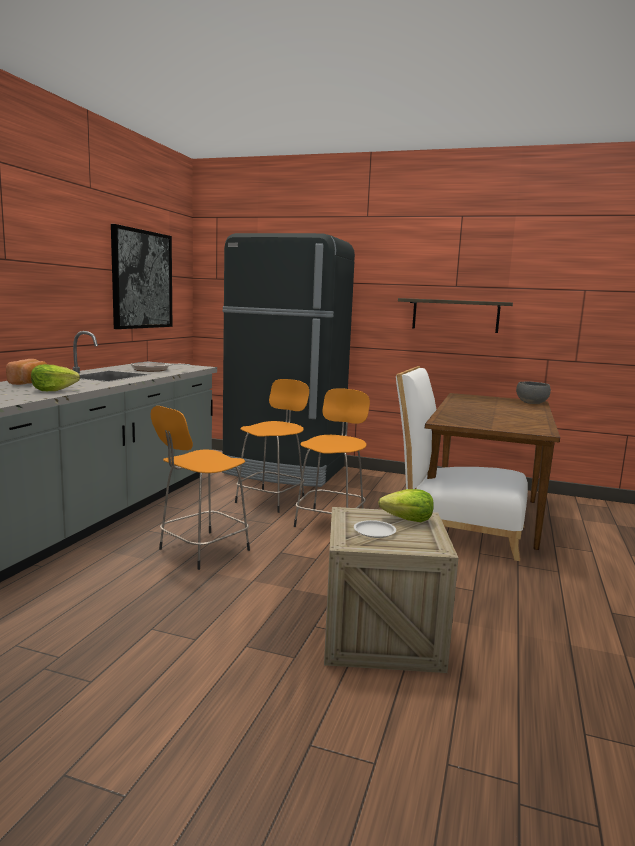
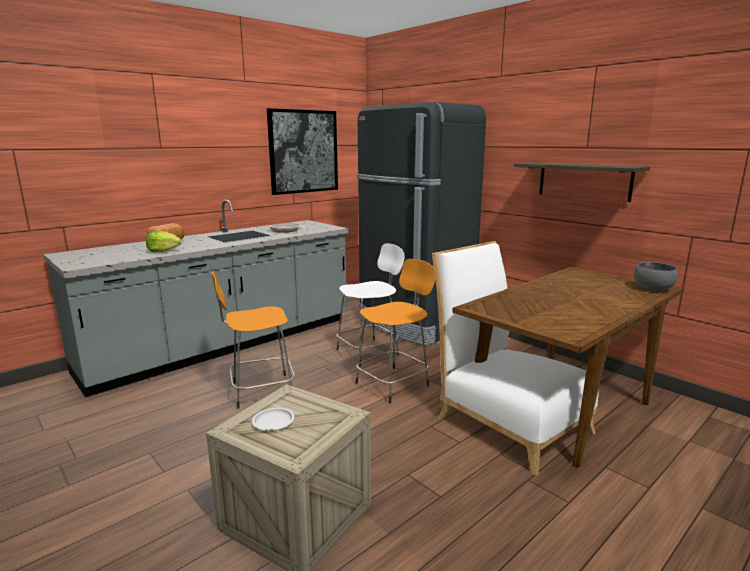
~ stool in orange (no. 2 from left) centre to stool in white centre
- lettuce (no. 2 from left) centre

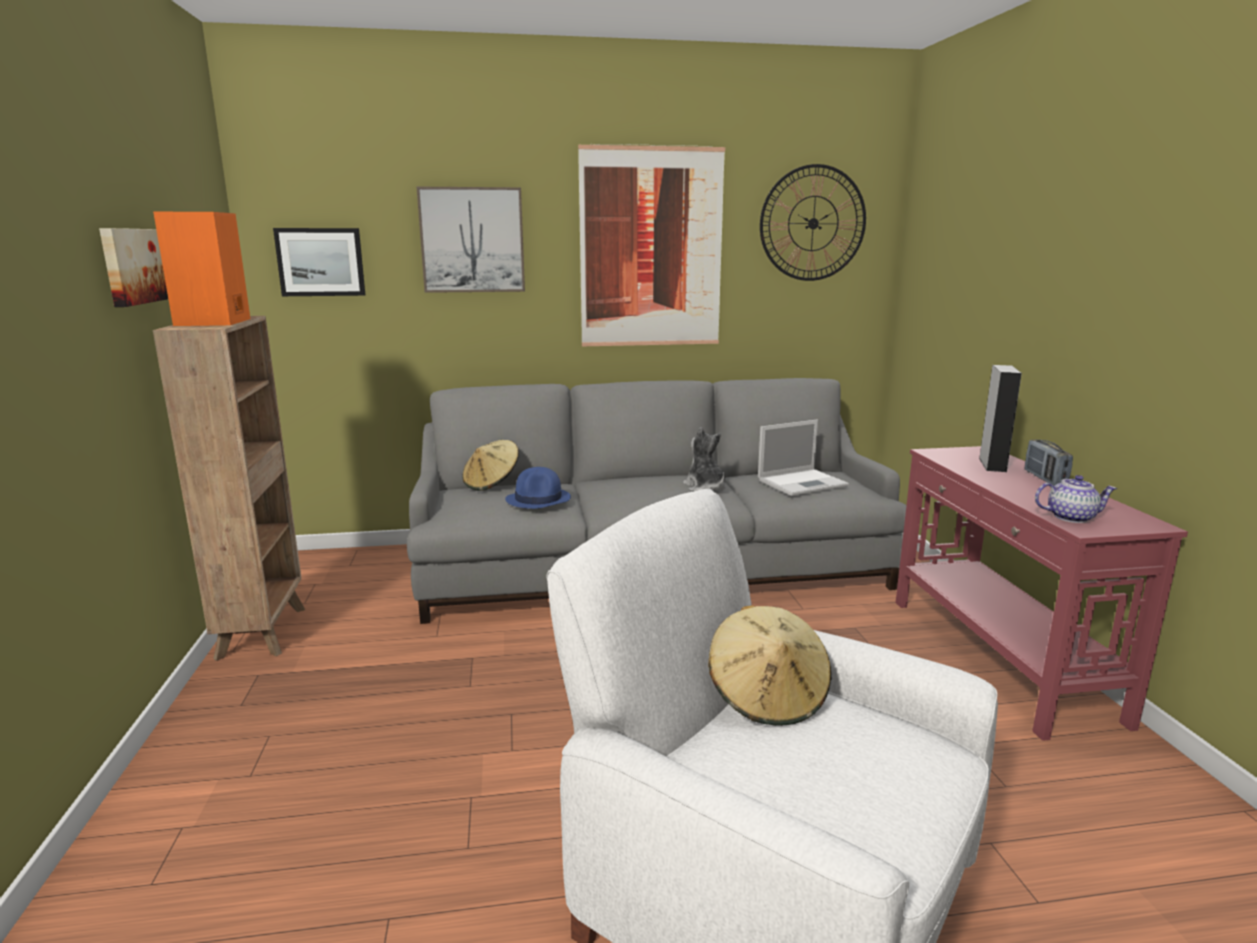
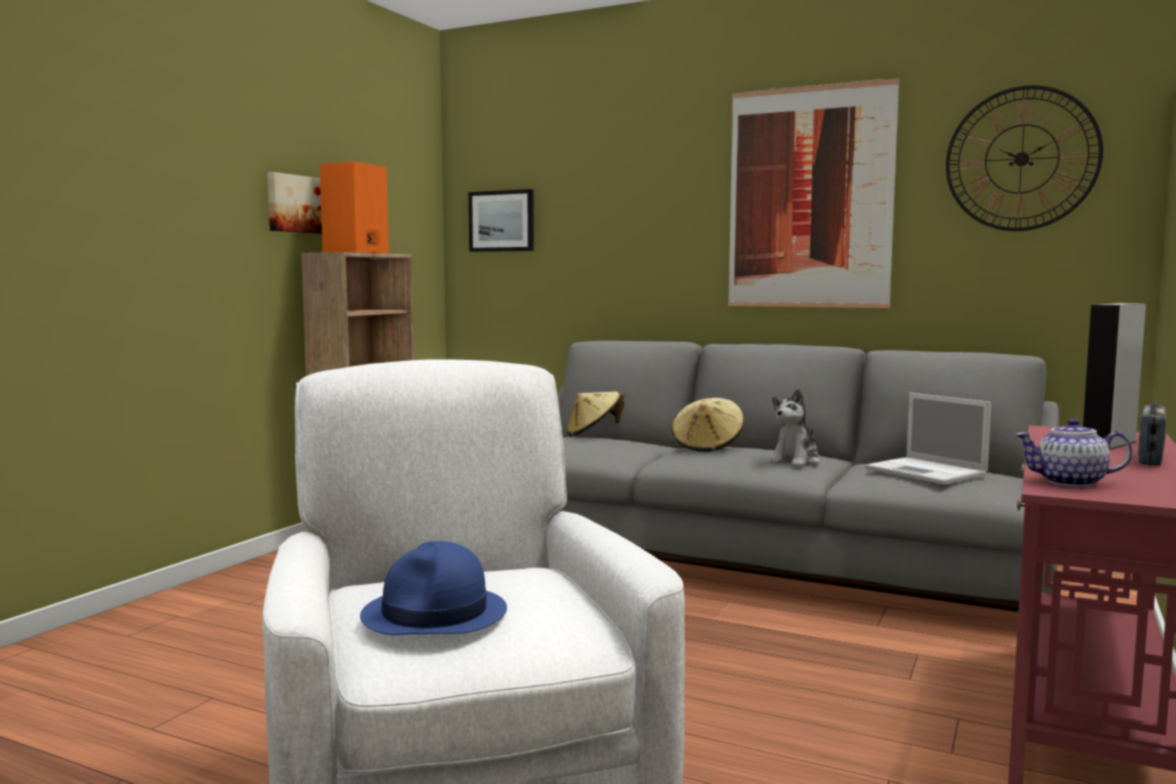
~ hat in blue centre to bottom centre
~ hat in beige (no. 2 from left) bottom centre to centre
~ plush toy centre = middle right 150 degrees counterclockwise
~ laptop centre = middle right 45 degrees clockwise
~ teapot middle right = middle right 150 degrees clockwise
- picture (no. 3 from left) top centre

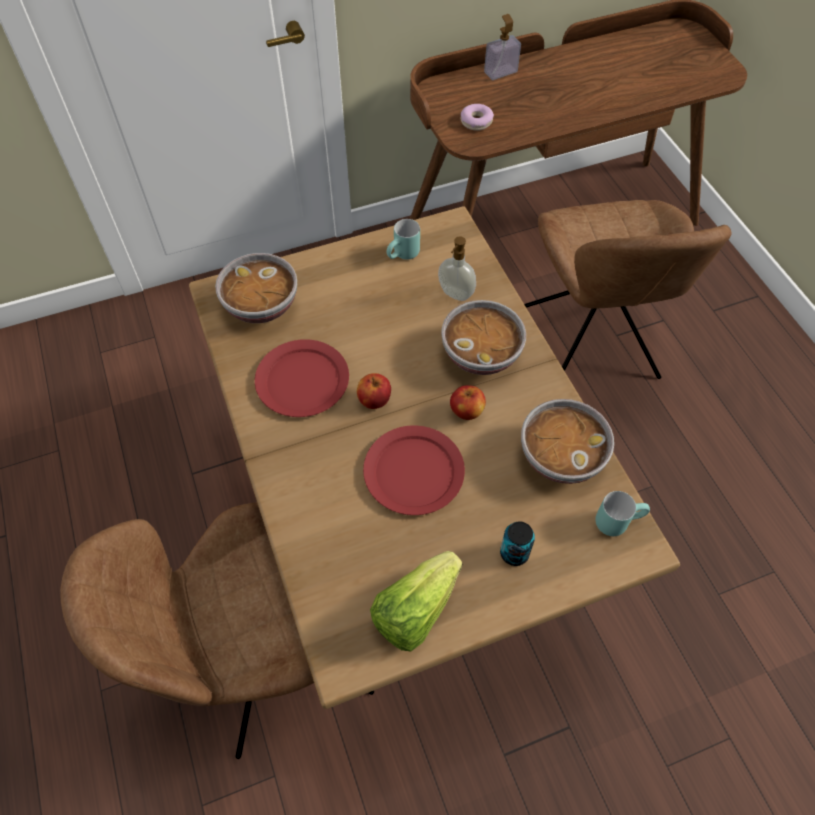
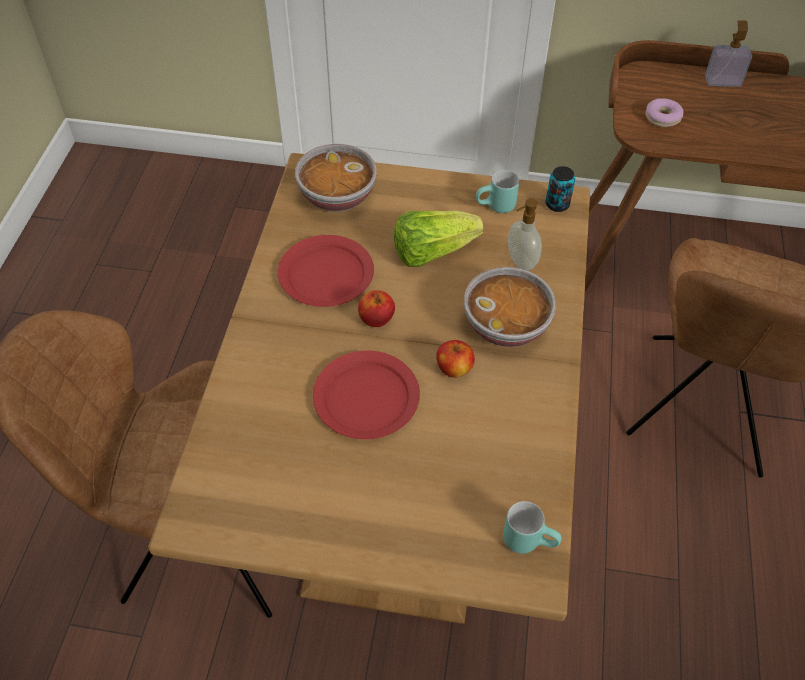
~ lettuce bottom centre to centre
~ can centre to top right
- bowl (no. 3 from left) middle right

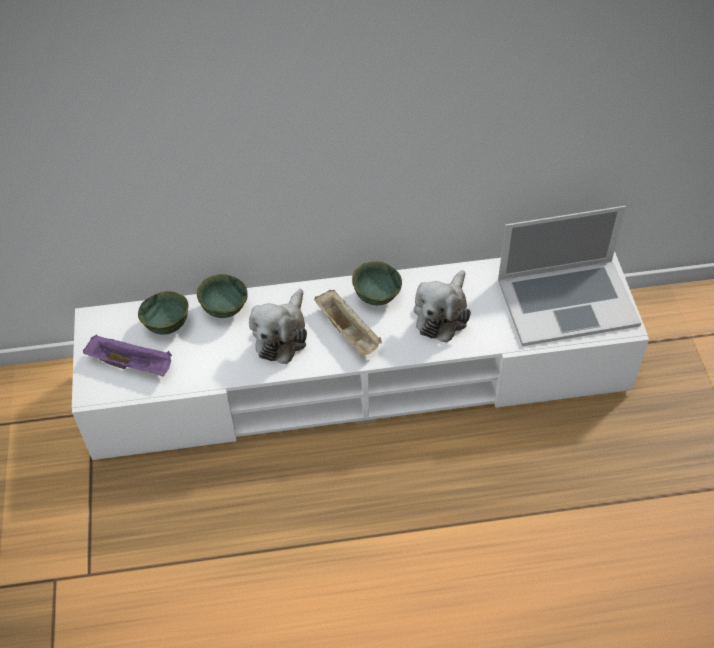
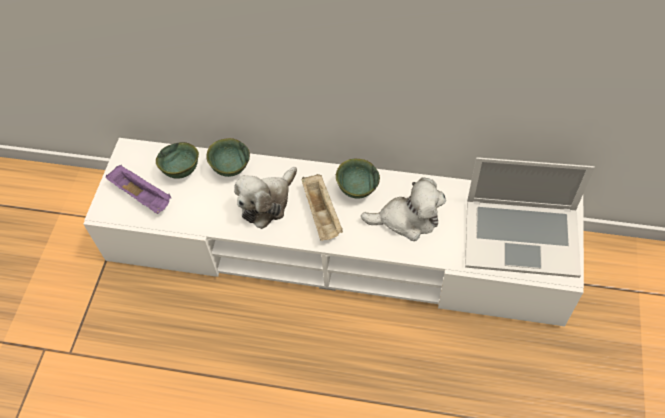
~ plush toy (no. 2 from left) centre = centre 135 degrees counterclockwise

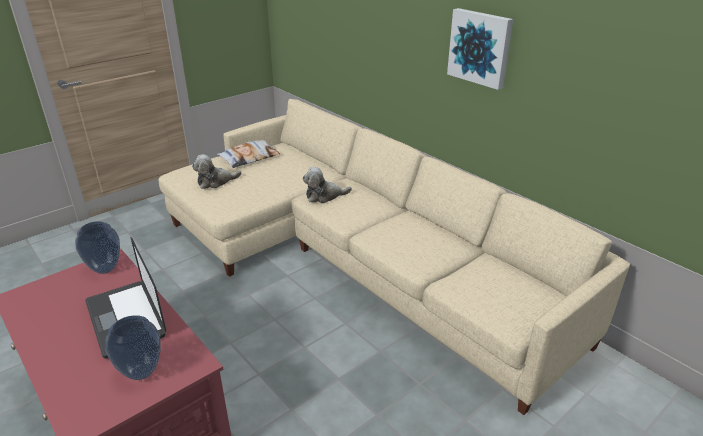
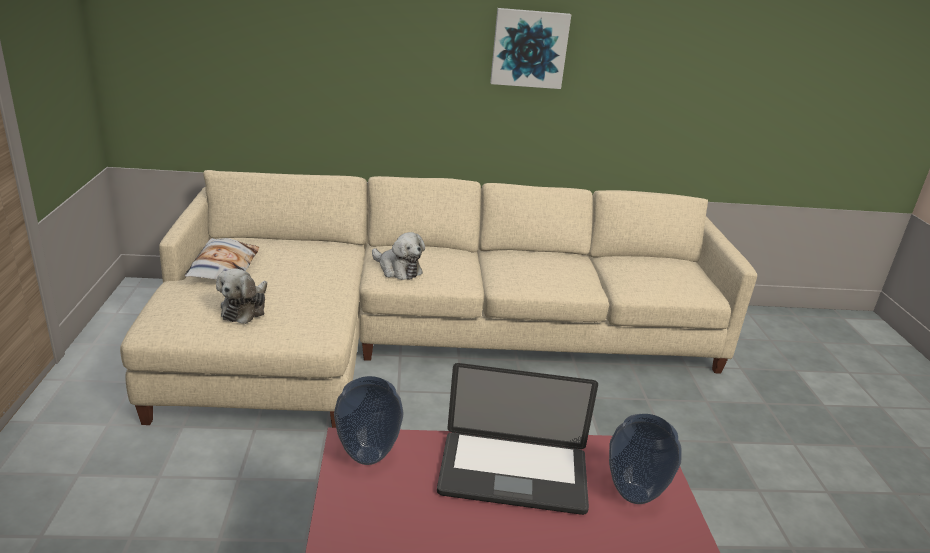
~ plush toy (no. 2 from left) centre = centre 75 degrees counterclockwise

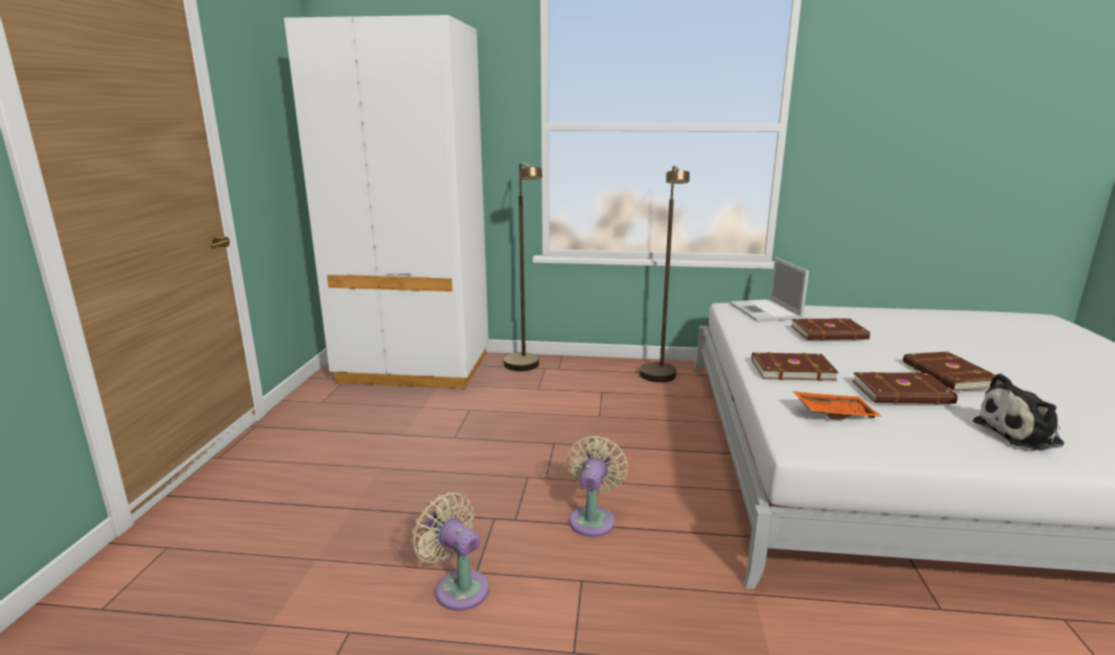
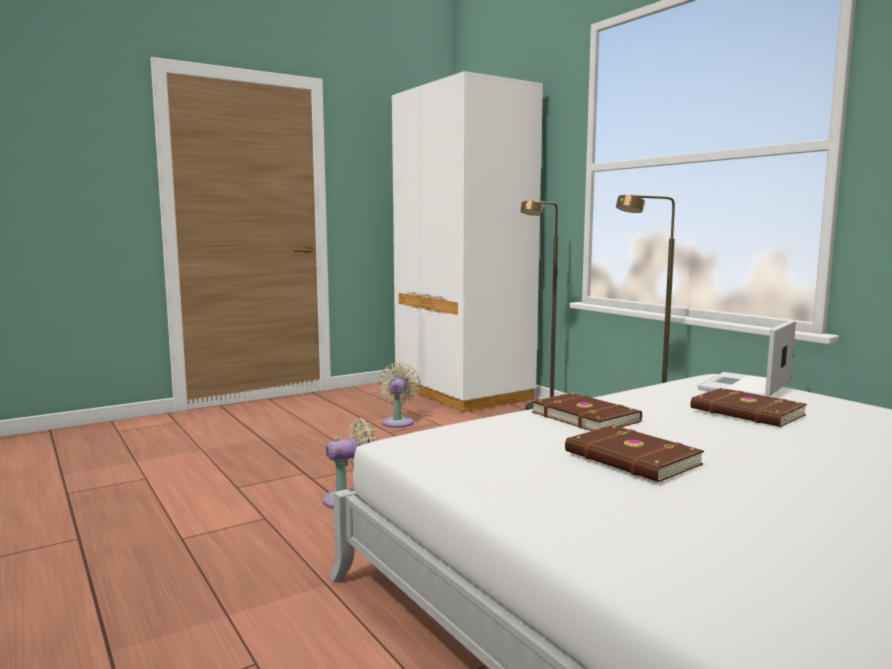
~ fan in beige (no. 1 from left in the first image) bottom centre to fan in beige (no. 2 from left) centre
- tray in orange middle right
- book in brown (no. 4 from left) middle right
- plush toy middle right

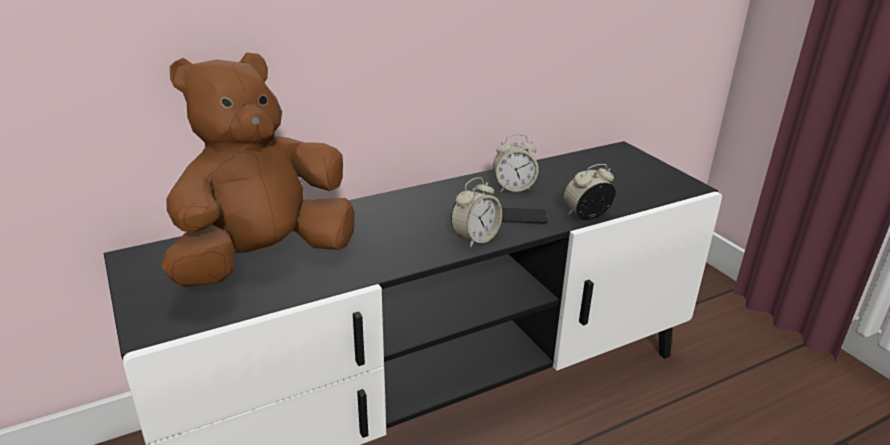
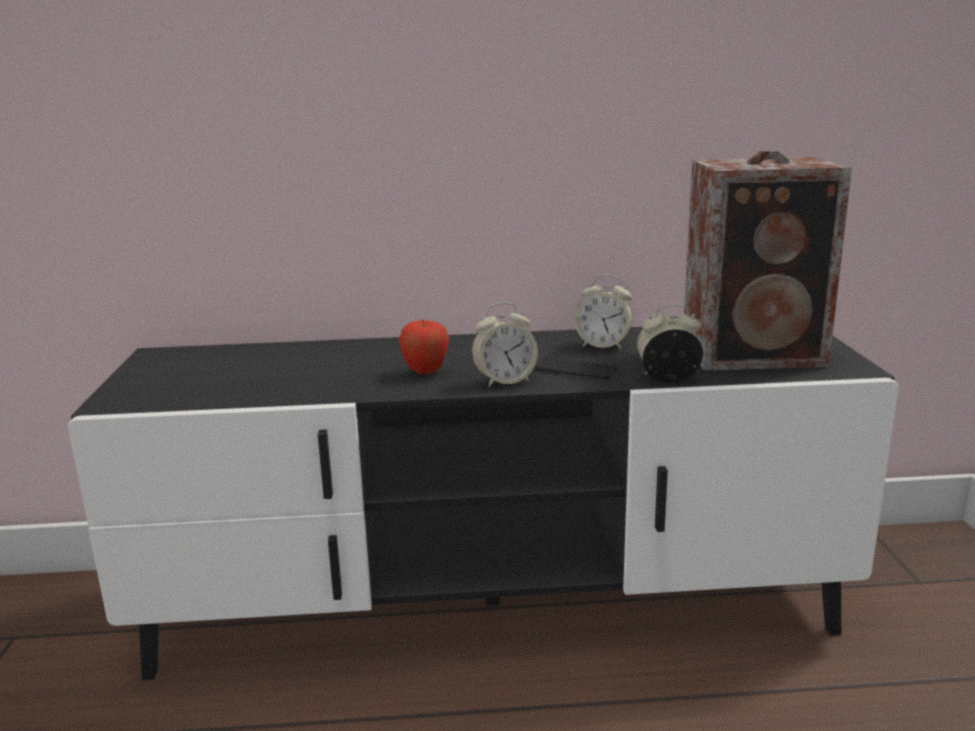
+ apple centre
+ speaker middle right
- plush toy in brown middle left

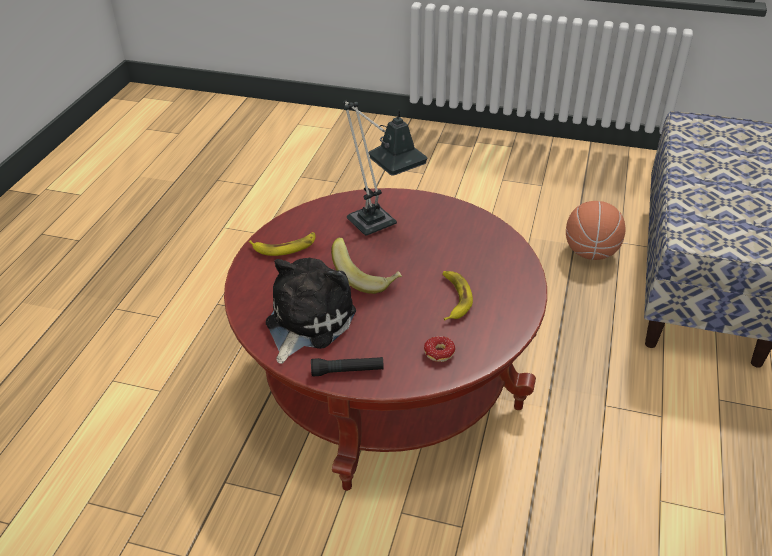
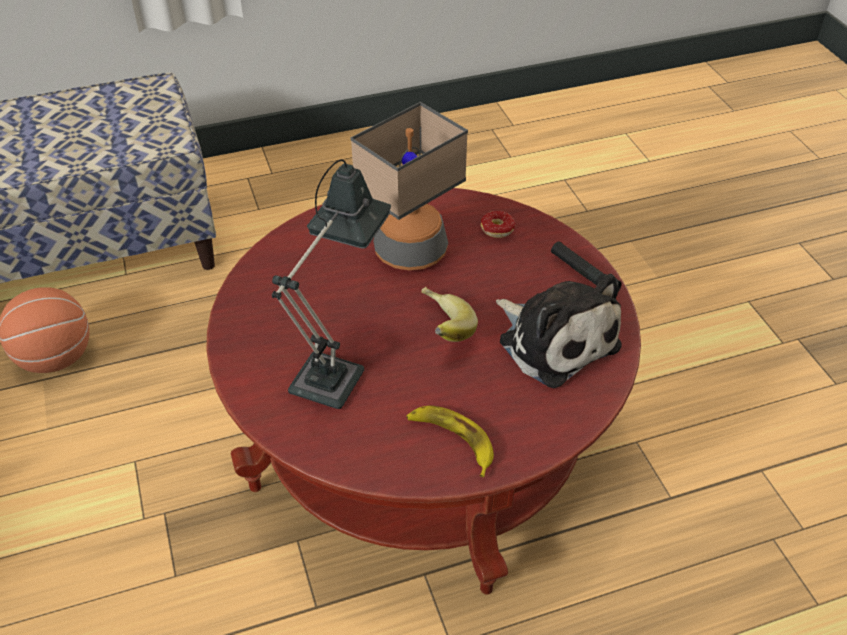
~ banana (no. 3 from left) centre to table lamp (no. 2 from left) top centre
~ plush toy centre = centre 120 degrees counterclockwise

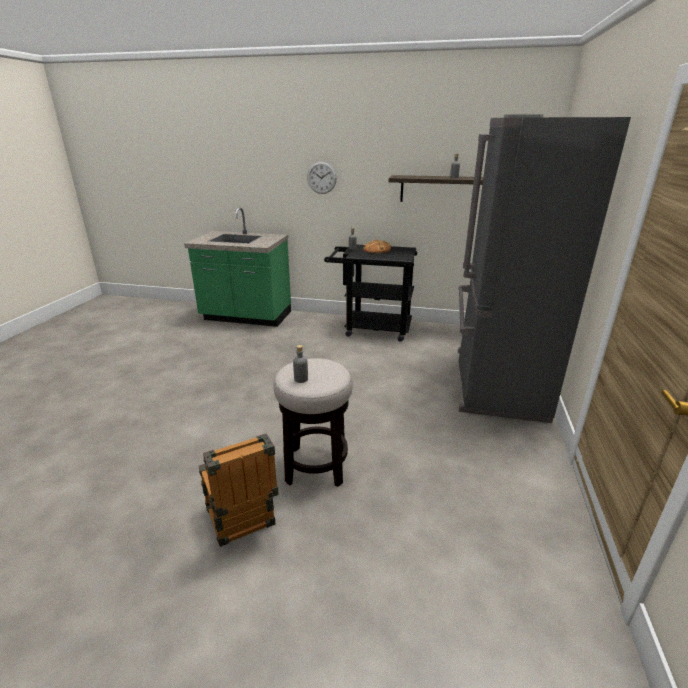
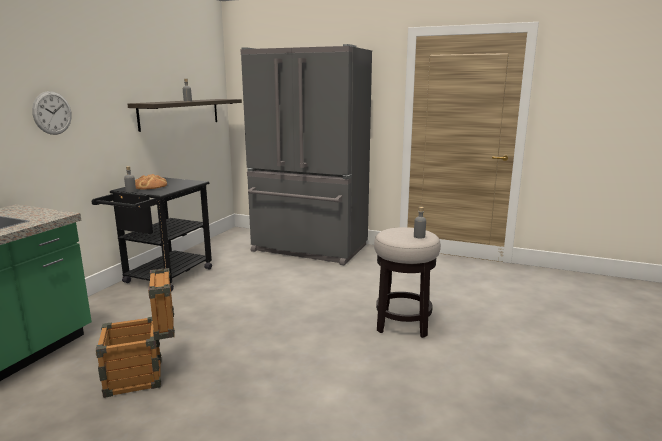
~ crate bottom centre to bottom left

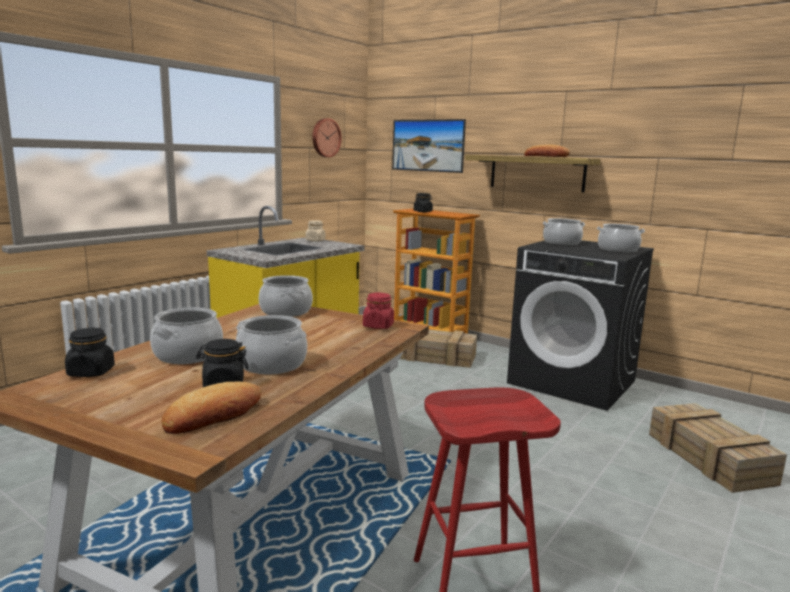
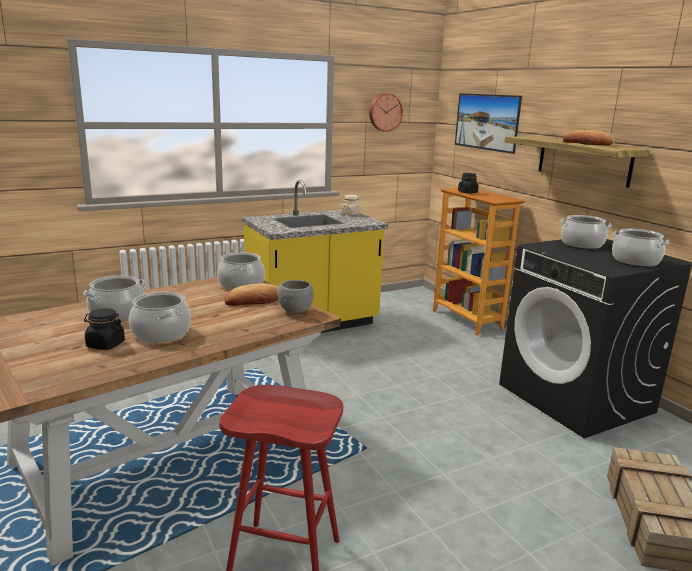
~ bread (no. 1 from left) bottom left to centre
~ jar in red centre to bowl in grey centre
- jar in black (no. 1 from left) middle left
- crate (no. 1 from left) centre

